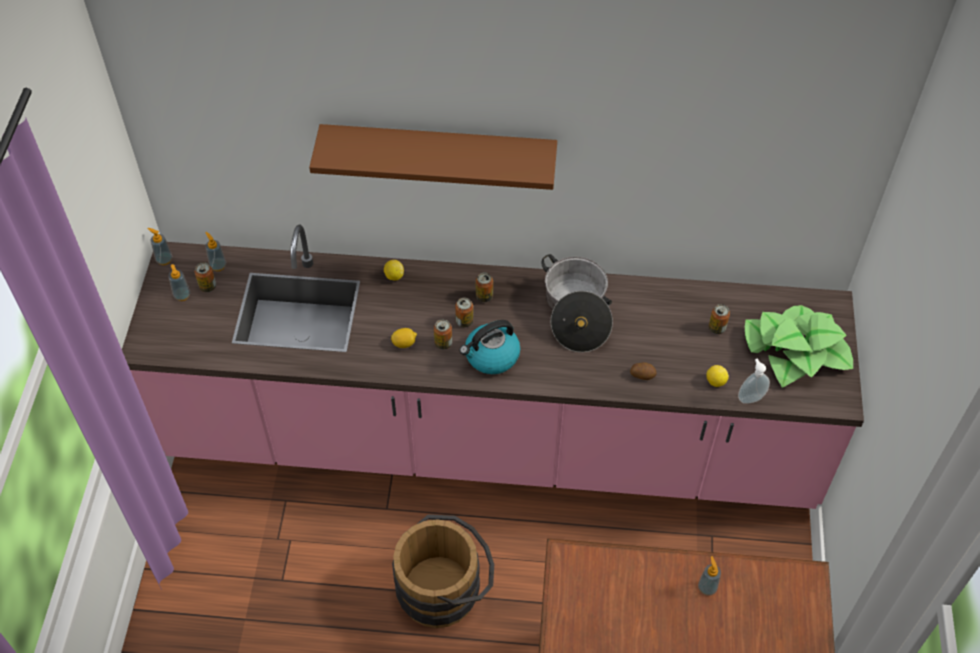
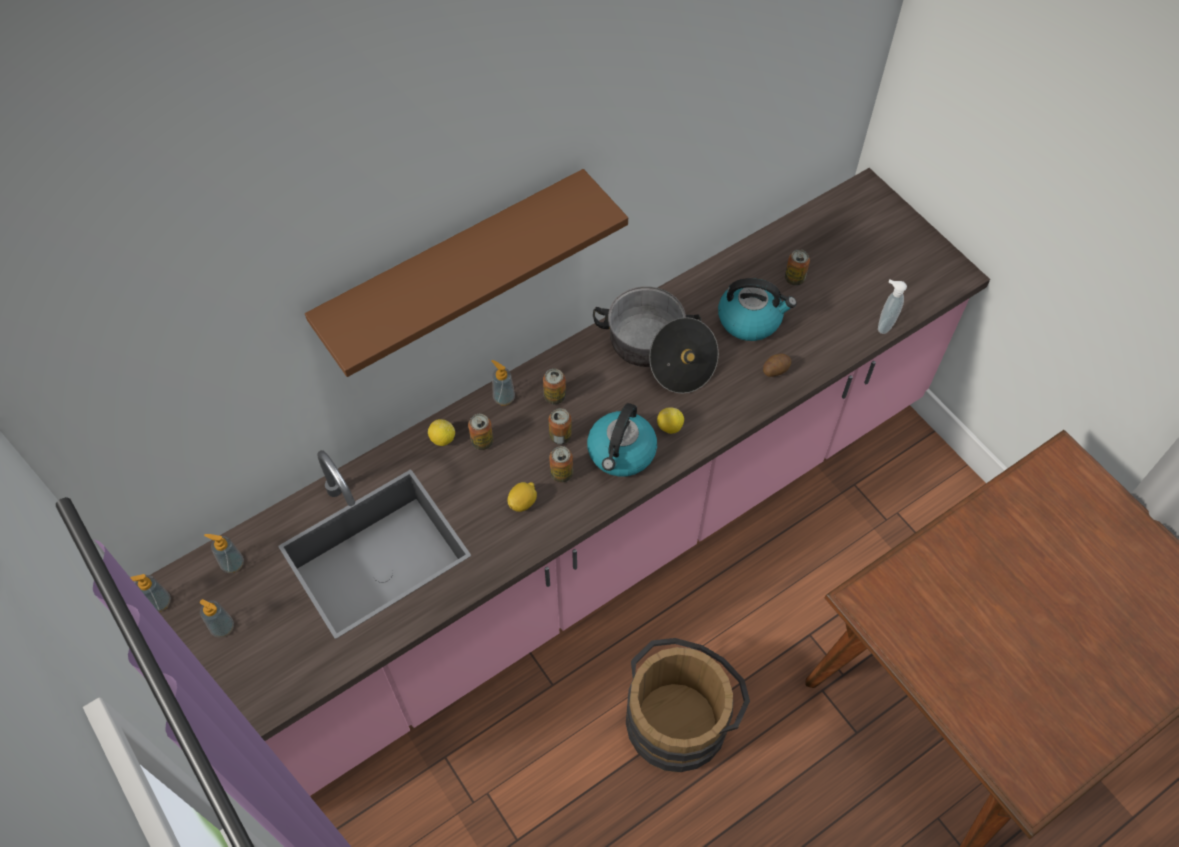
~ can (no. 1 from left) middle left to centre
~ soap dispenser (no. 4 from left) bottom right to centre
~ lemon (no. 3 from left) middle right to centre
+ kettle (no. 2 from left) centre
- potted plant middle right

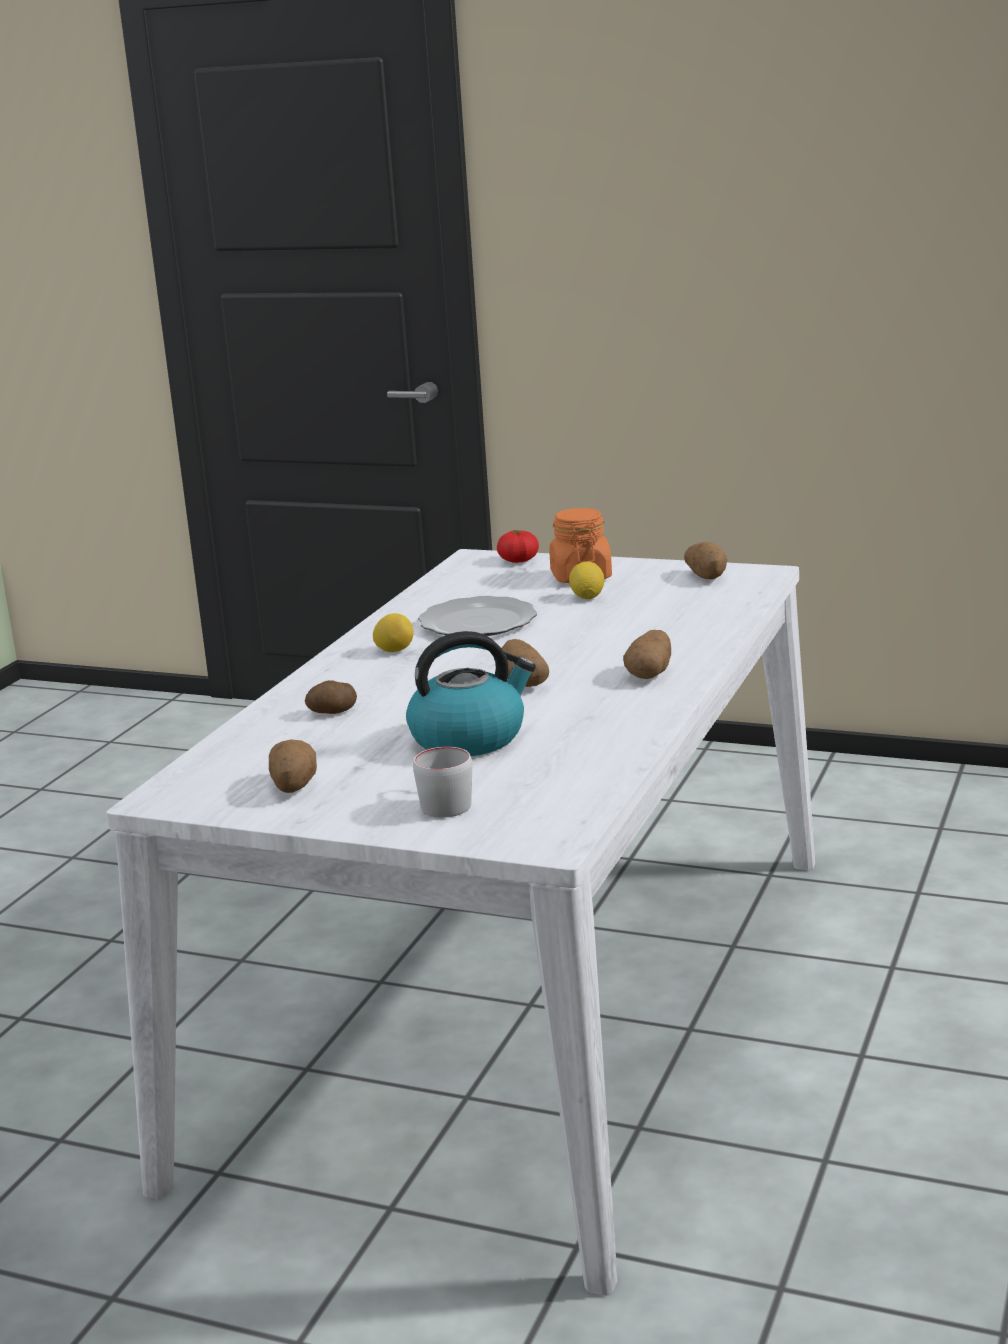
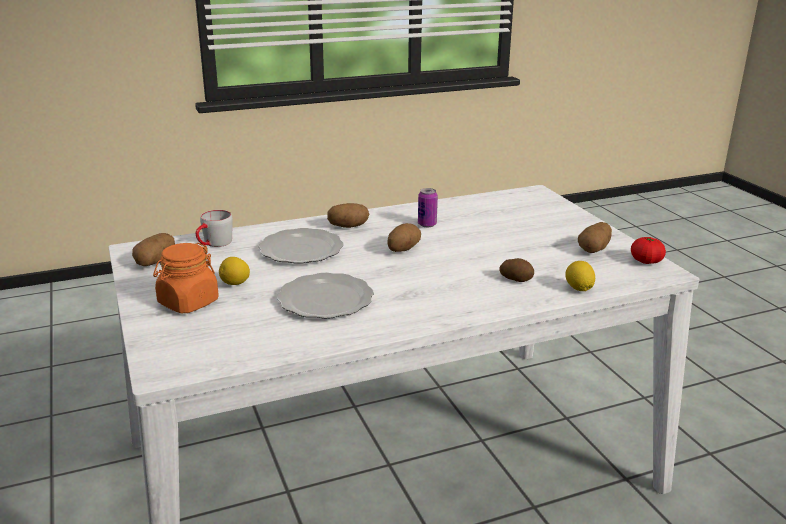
~ mug in grey centre to middle left
+ plate (no. 1 from left) centre
+ can centre
~ lemon (no. 1 from left in the first image) centre to lemon (no. 2 from left) middle right
~ tomato centre to middle right
- kettle centre

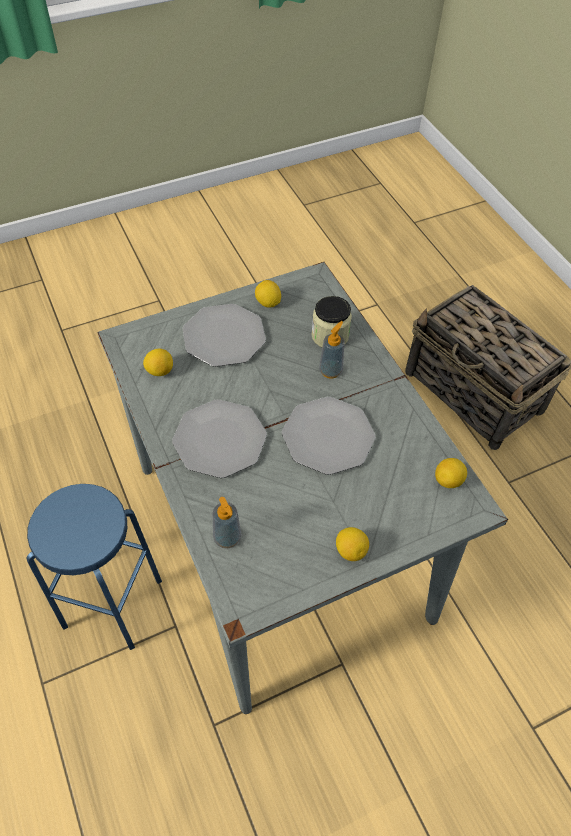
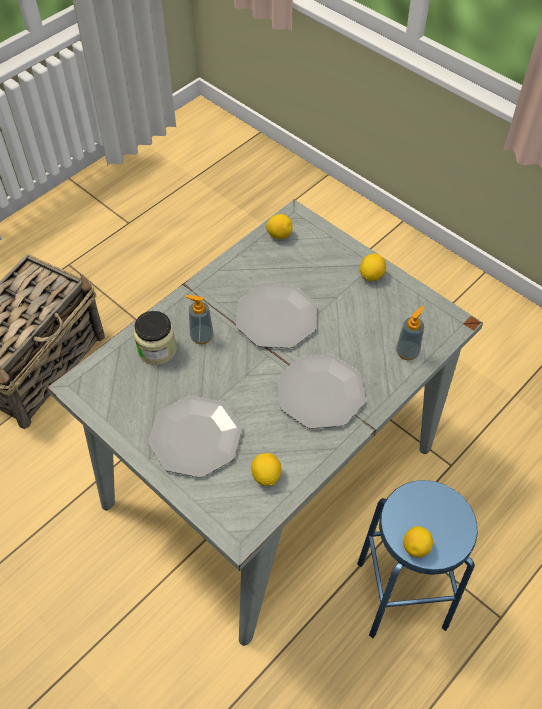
~ lemon (no. 2 from left in the first image) centre to lemon (no. 4 from left) bottom right

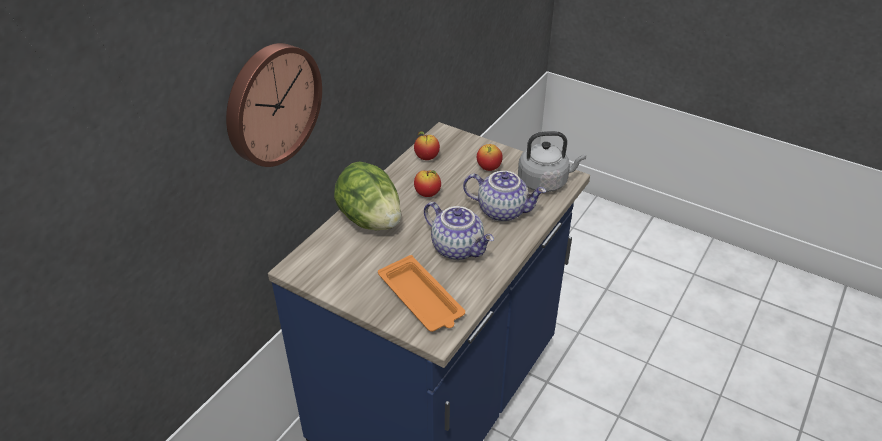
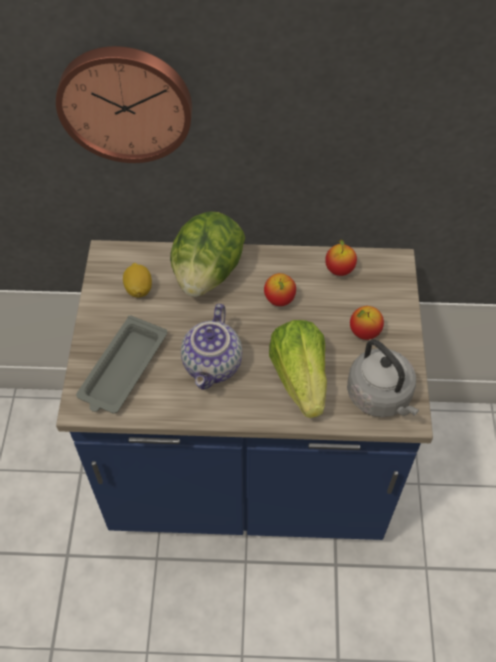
~ tray in orange centre to tray in grey middle left
+ lemon middle left
~ teapot (no. 2 from left) centre to lettuce (no. 2 from left) centre

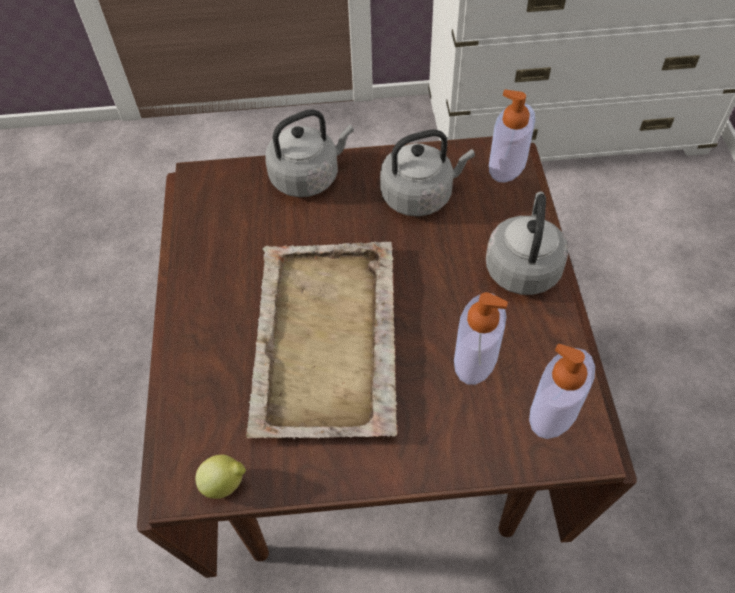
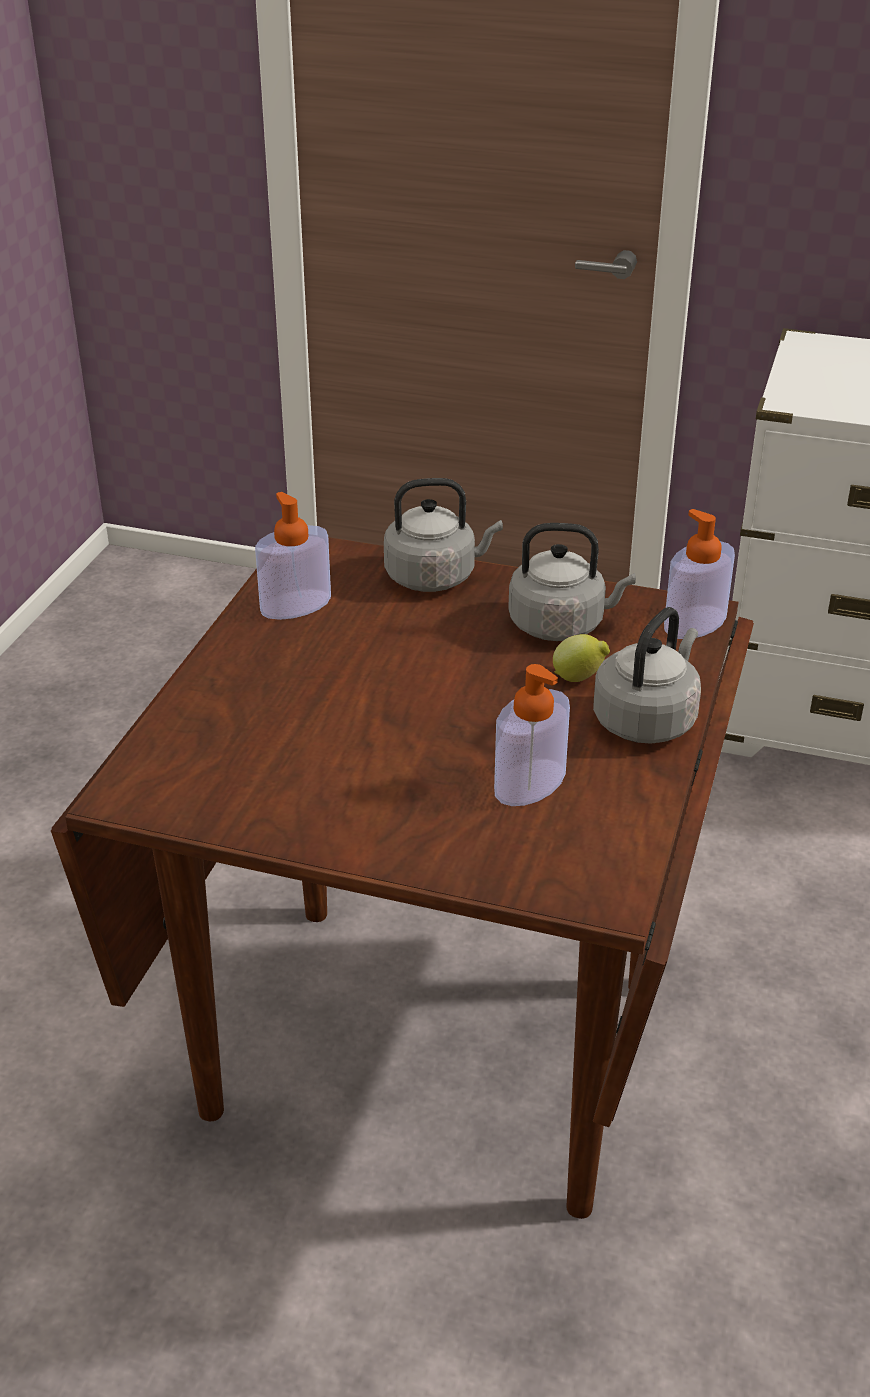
~ soap dispenser (no. 3 from left in the first image) middle right to soap dispenser (no. 1 from left) centre
~ lemon bottom left to middle right
- tray in beige centre

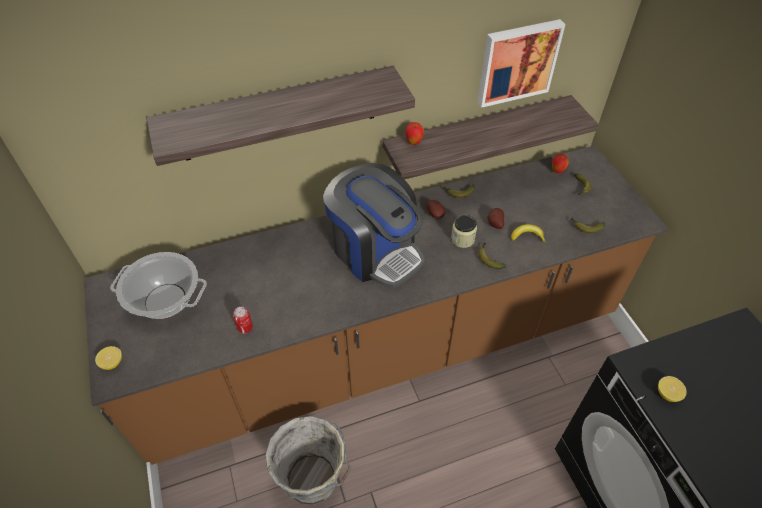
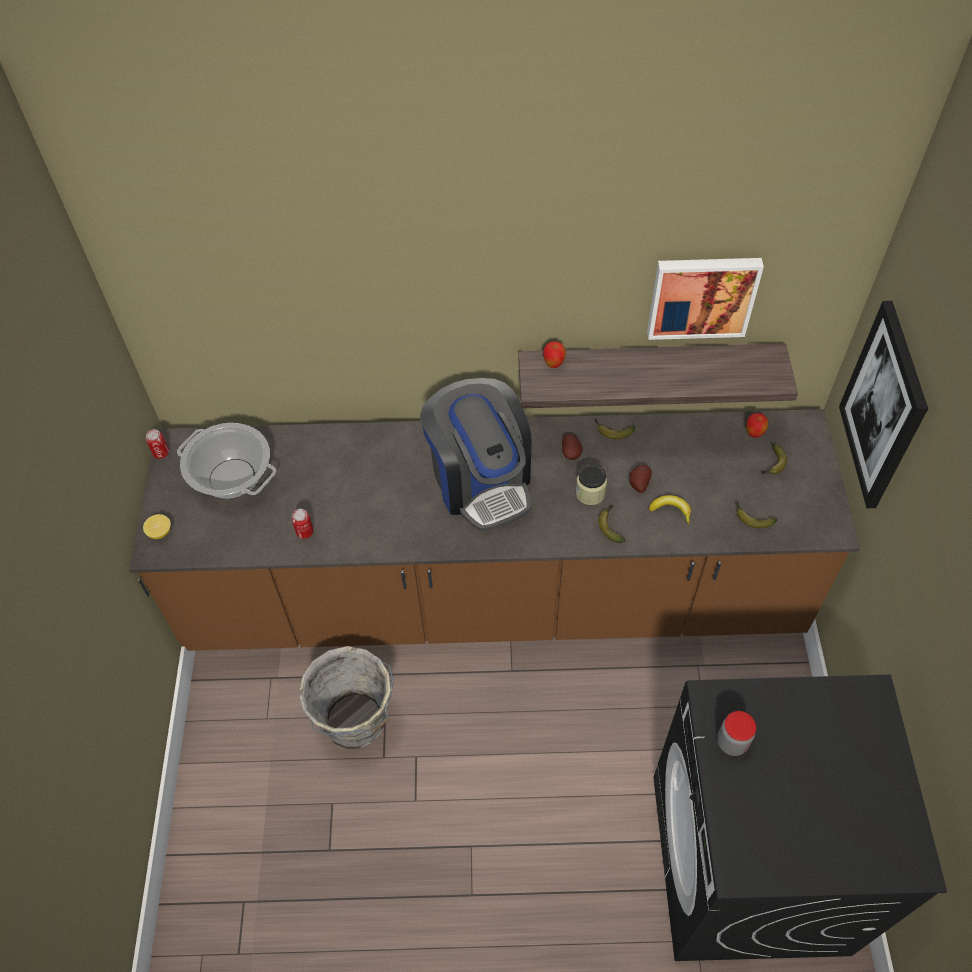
+ can (no. 1 from left) middle left
~ lemon (no. 2 from left) bottom right to jar (no. 2 from left) bottom right
+ picture (no. 2 from left) middle right
- shelf (no. 1 from left) top centre

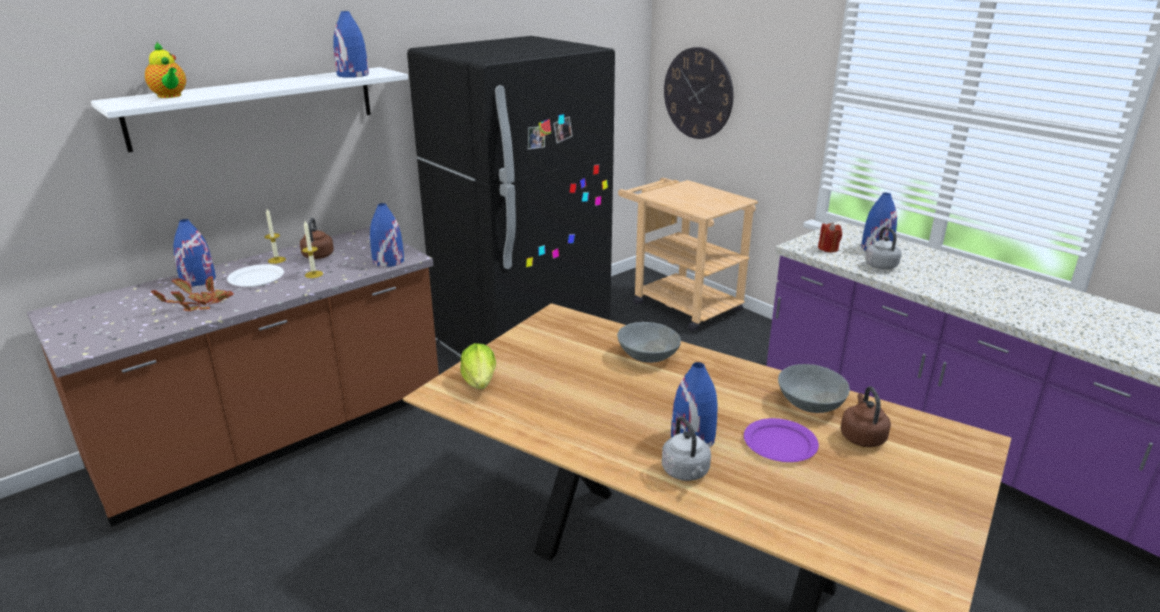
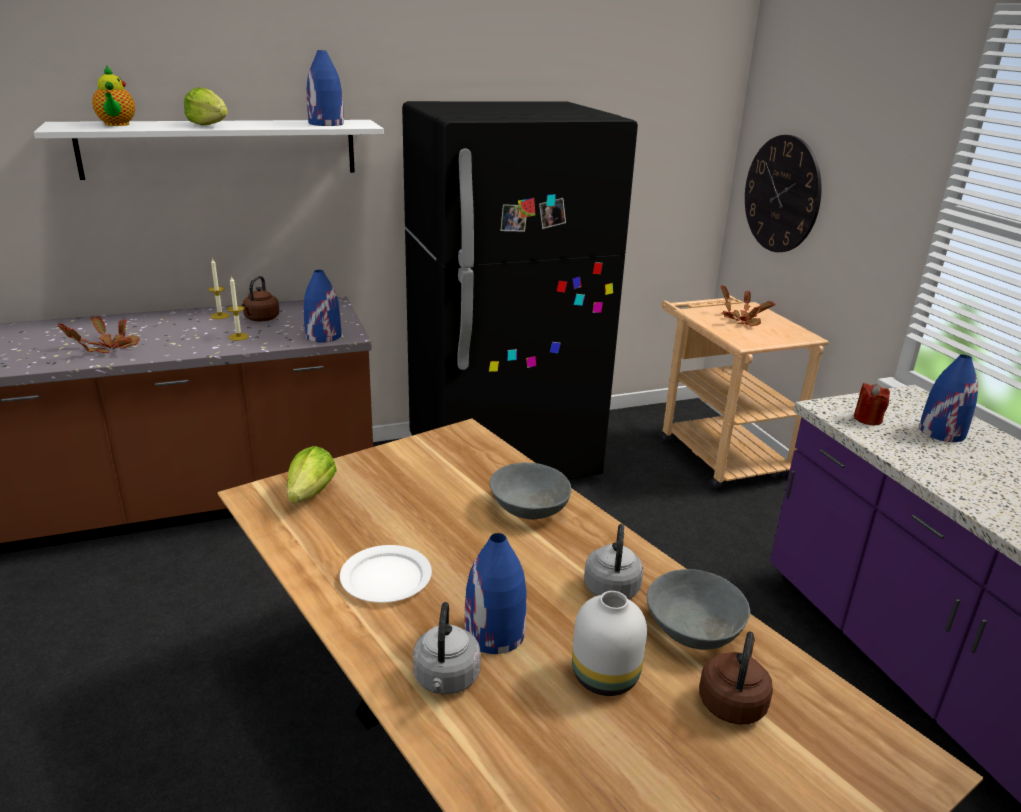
+ lettuce (no. 1 from left) top left
~ plate in white middle left to bottom centre
~ plate in purple bottom right to vase in white bottom centre
~ kettle in grey (no. 2 from left) middle right to bottom centre
+ potted plant (no. 2 from left) middle right
- vase in blue (no. 1 from left) middle left

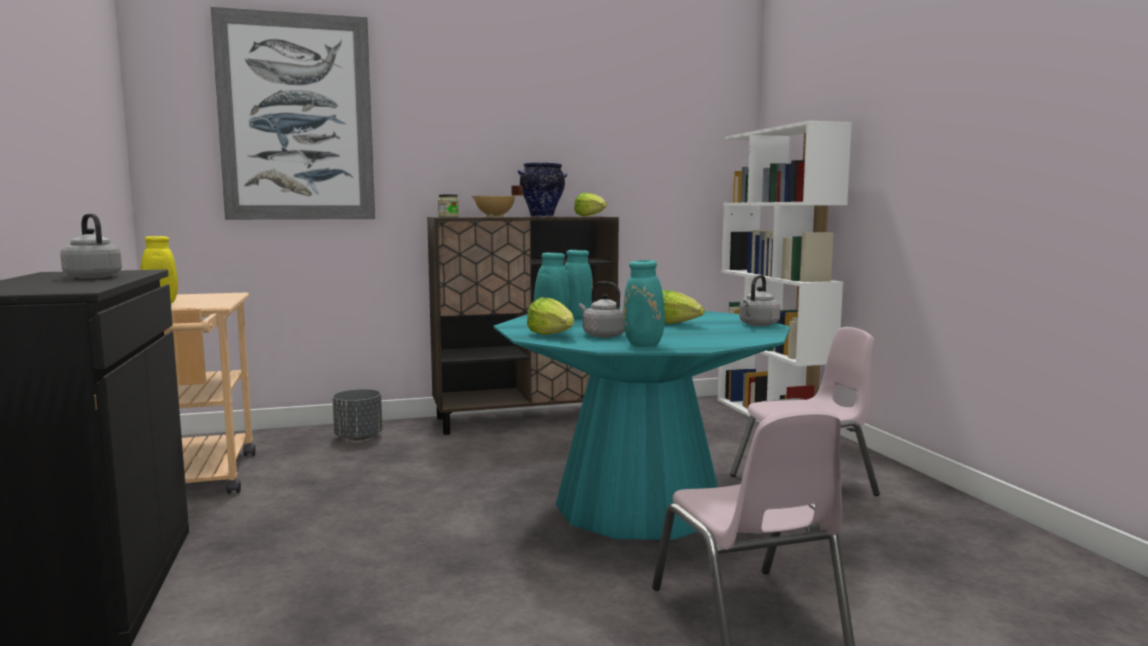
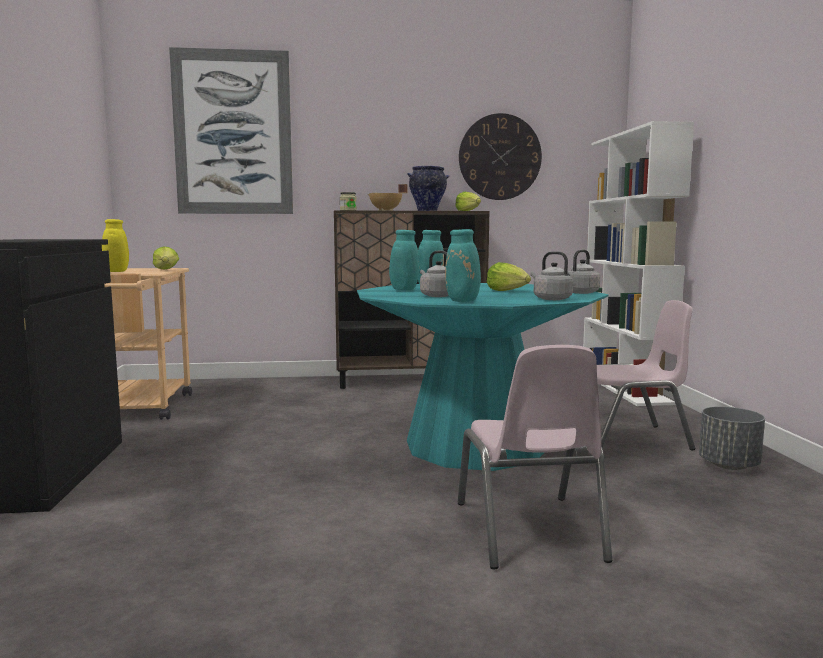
~ lettuce (no. 1 from left) centre to middle left
+ wall clock top centre
~ kettle in grey (no. 1 from left in the first image) middle left to kettle in grey (no. 2 from left) middle right
~ planter in grey middle left to middle right

